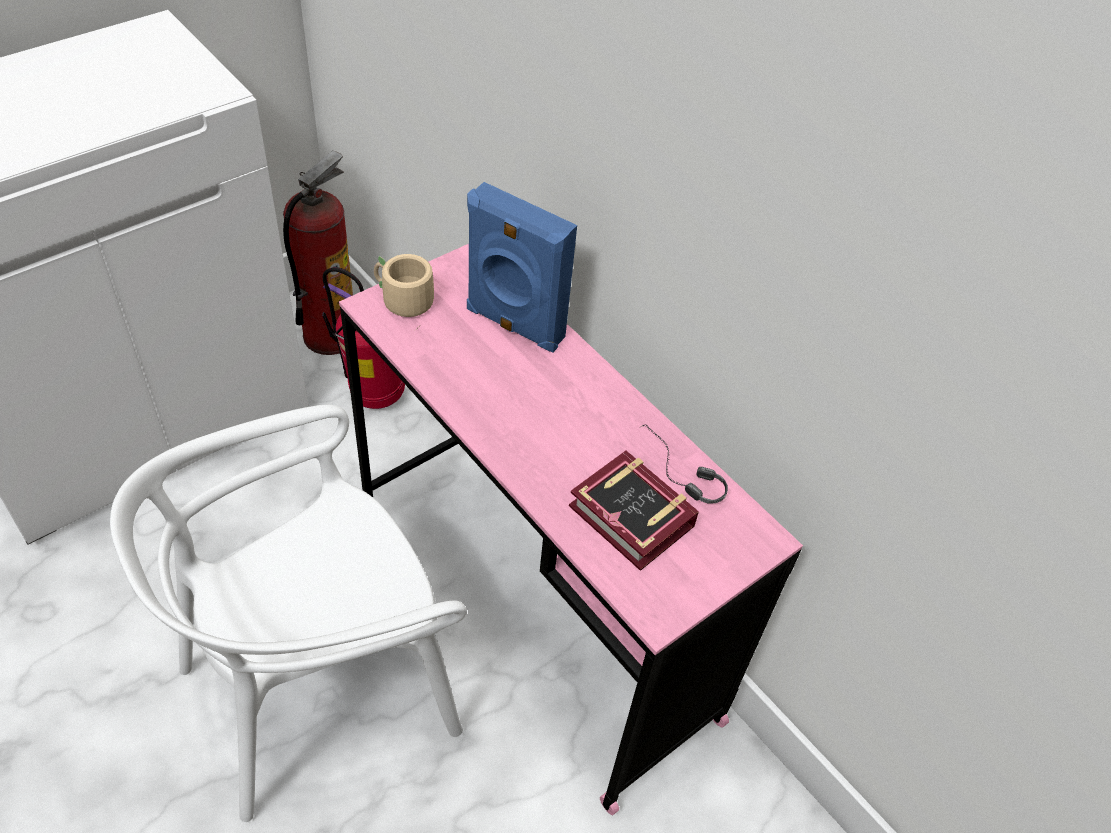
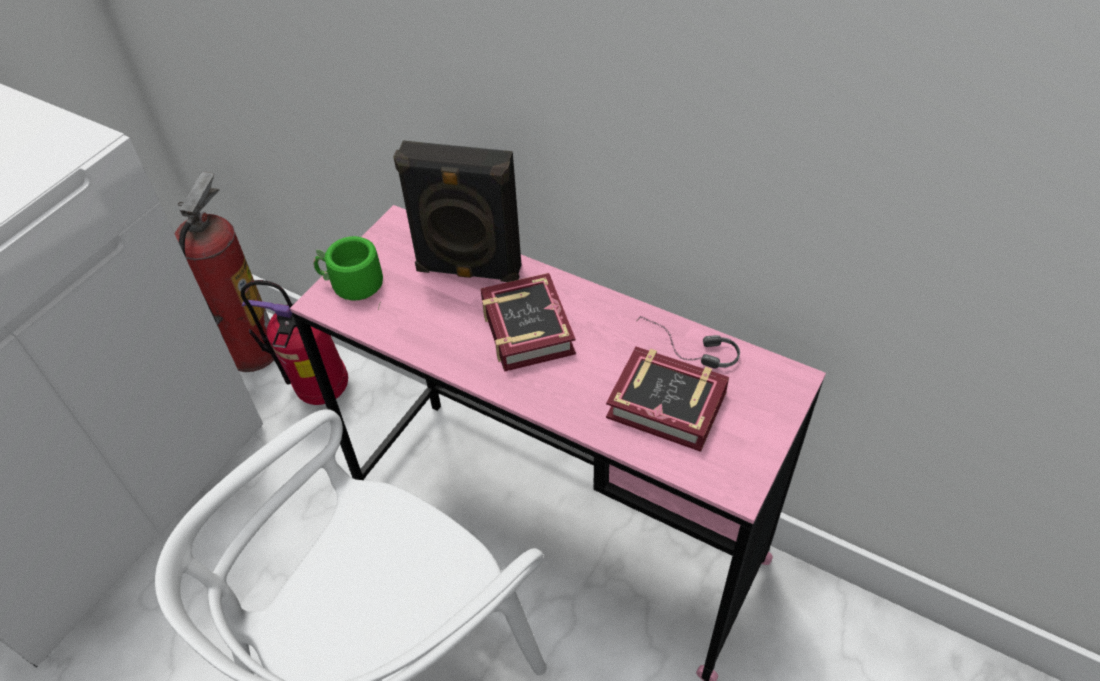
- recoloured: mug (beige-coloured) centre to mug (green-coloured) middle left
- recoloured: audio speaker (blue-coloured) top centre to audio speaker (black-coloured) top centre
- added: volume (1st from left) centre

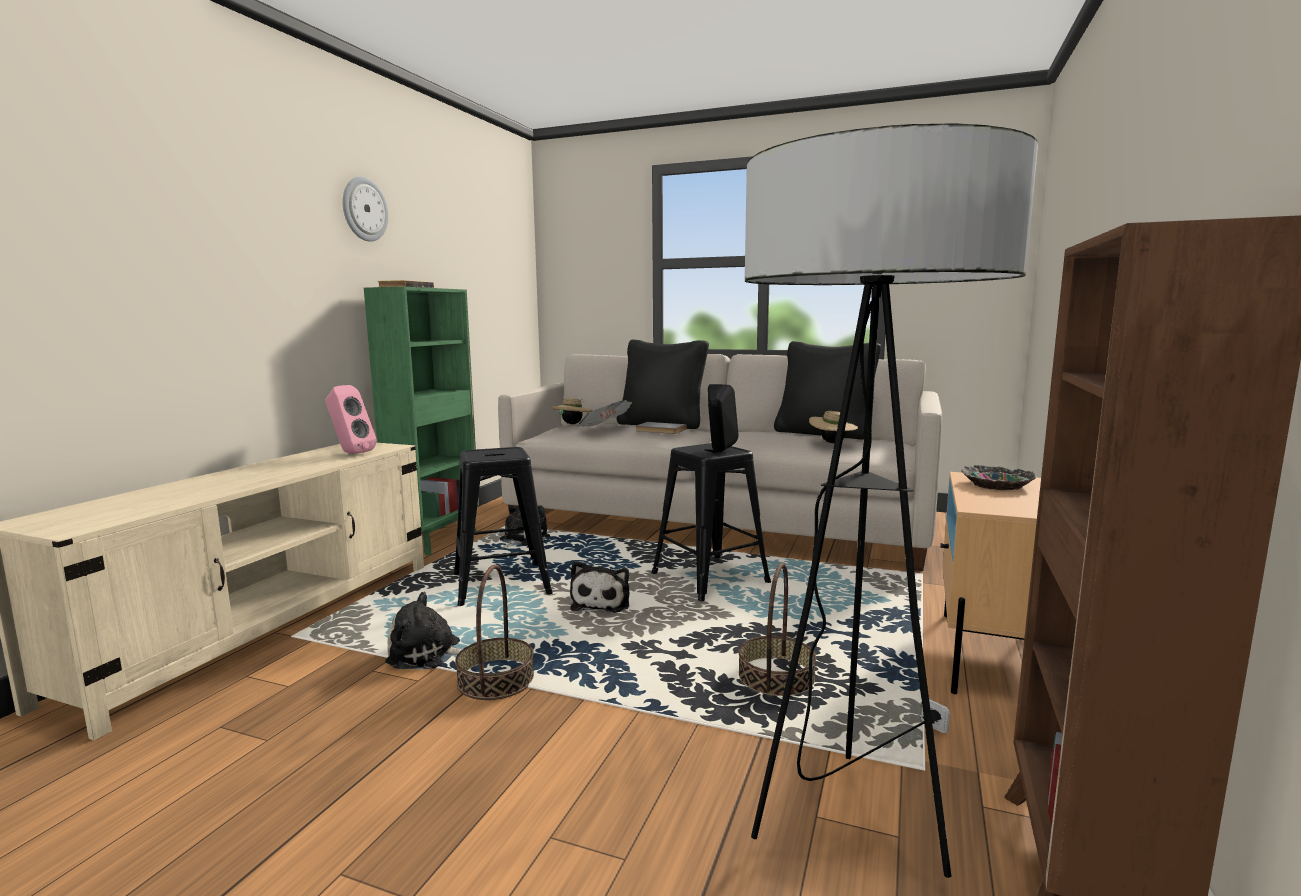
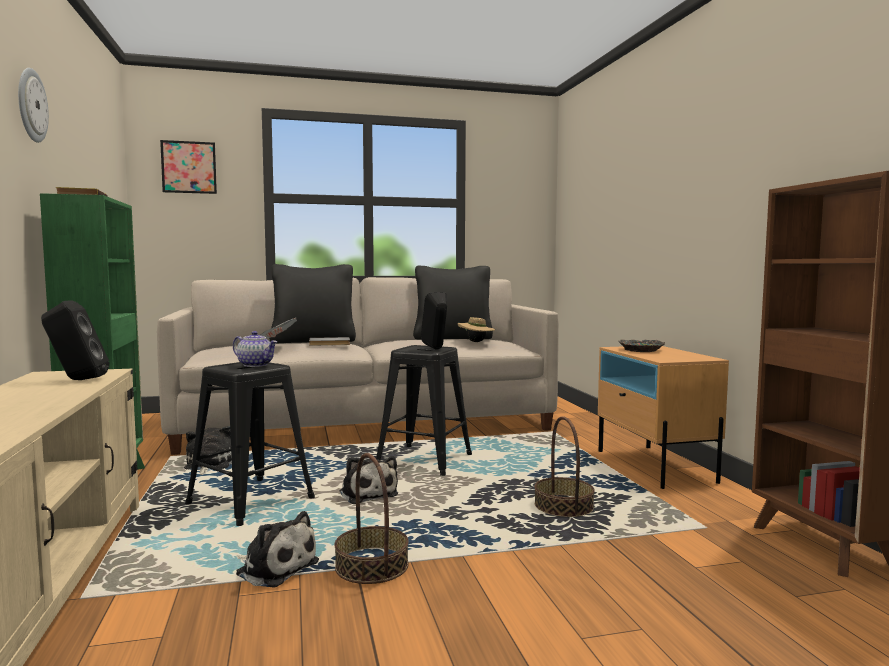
- recoloured: audio speaker (pink-coloured) middle left to audio speaker (black-coloured) (1st from left) middle left
- turned: soft toy (1st from left in the first image) bottom left = bottom left 120 degrees counterclockwise
- removed: wearable hat (beige-coloured) (1st from left) centre
- removed: floor lamp middle right
- added: wall picture top left
- added: tea pot middle left

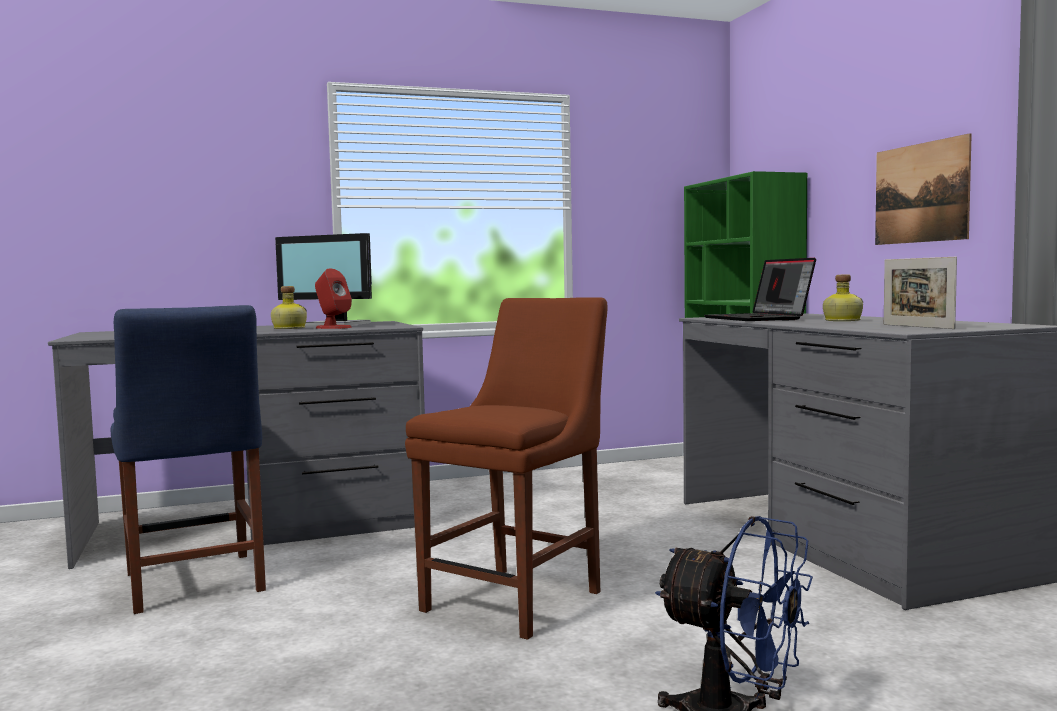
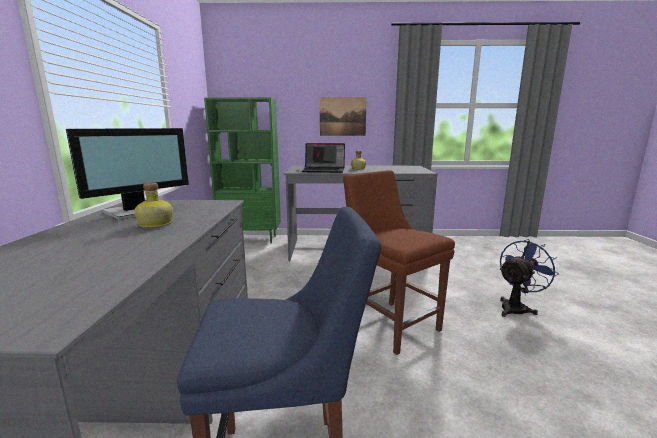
- removed: audio speaker (red) middle left
- removed: standing frame middle right

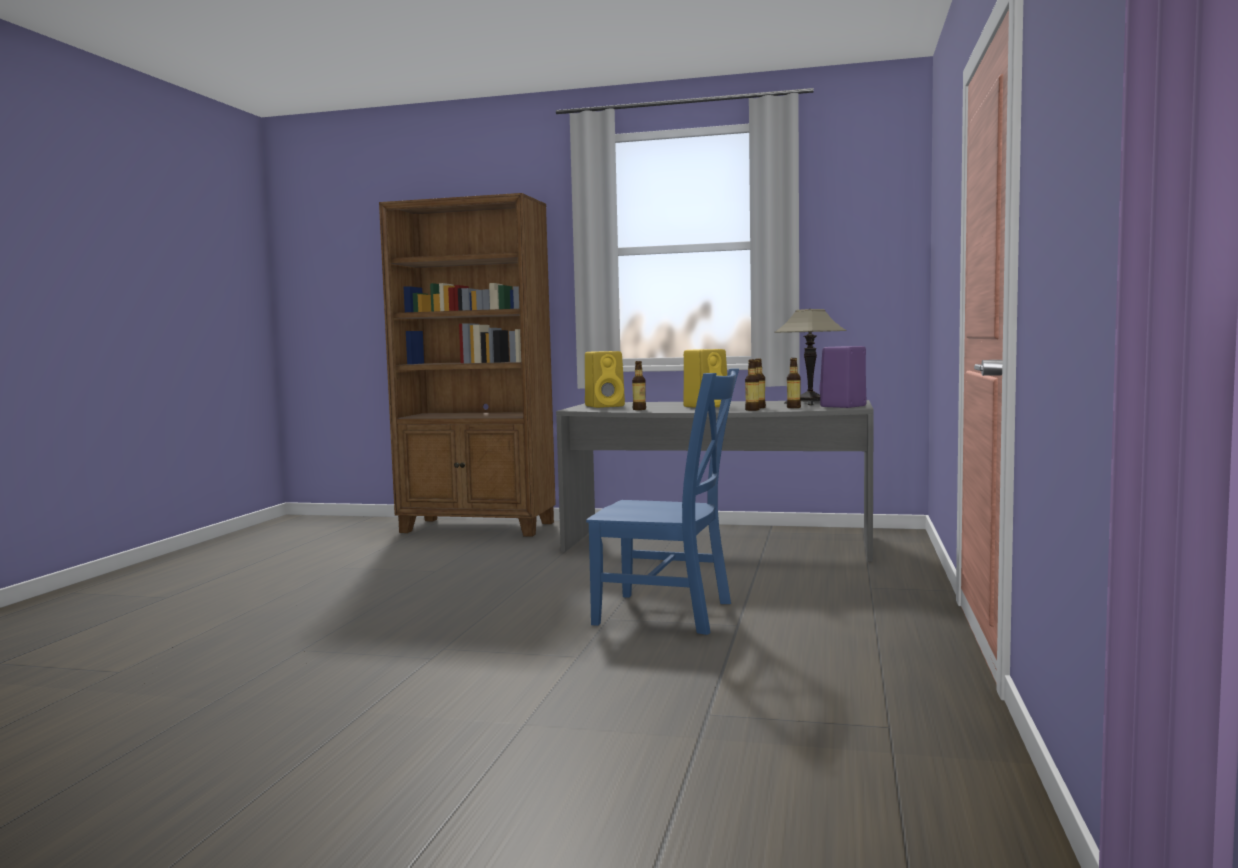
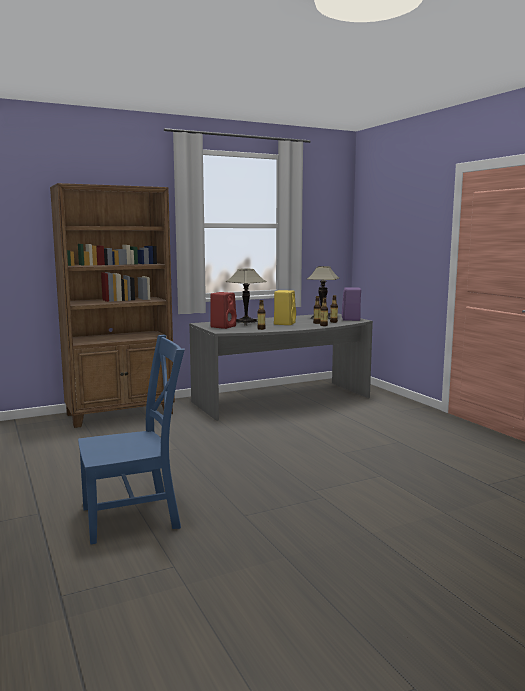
- recoloured: audio speaker (yellow-coloured) (1st from left) centre to audio speaker (red) centre
- moved: plain chair (blue-coloured) centre to middle left
- added: tabletop lamp (1st from left) centre

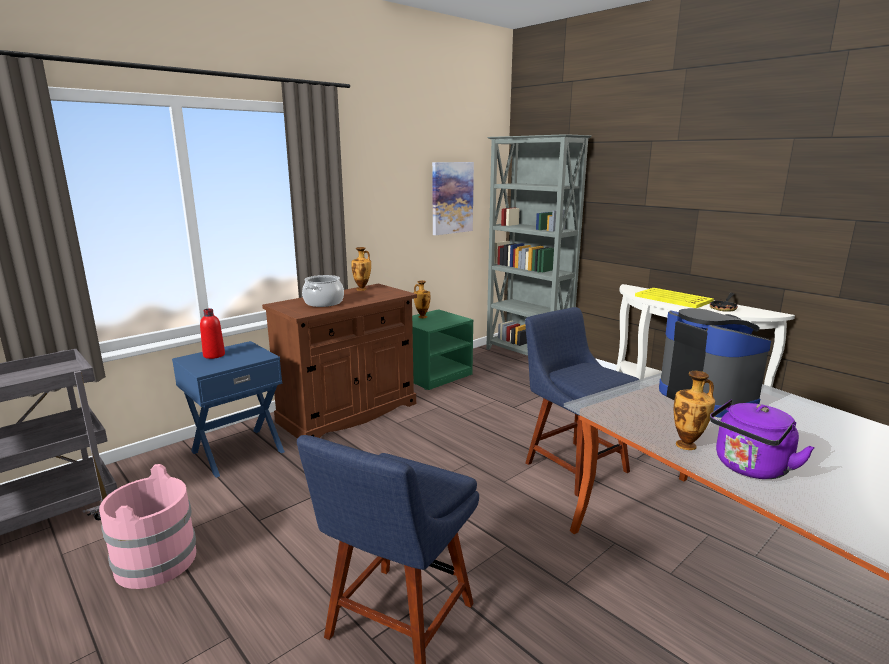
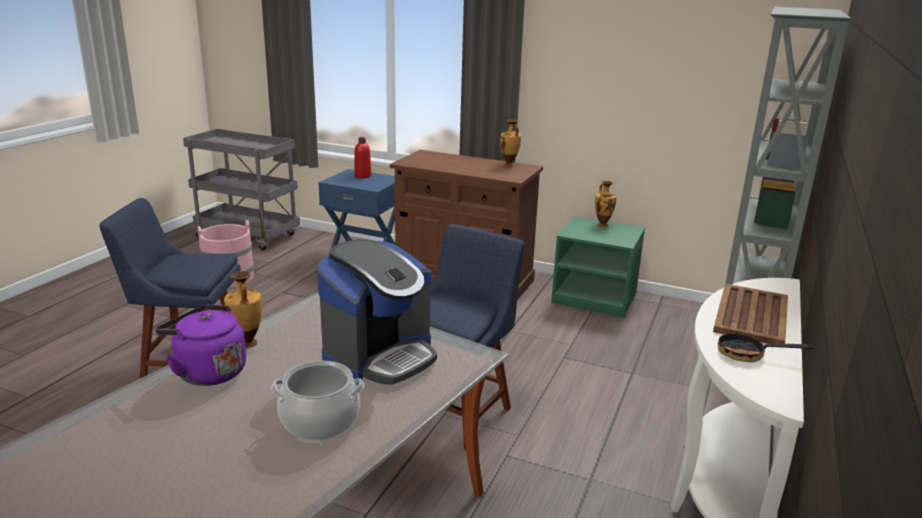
- moved: cooking pot centre to bottom centre
- removed: wall picture top centre
- recoloured: serving tray (yellow-coloured) middle right to serving tray (brownish) middle right

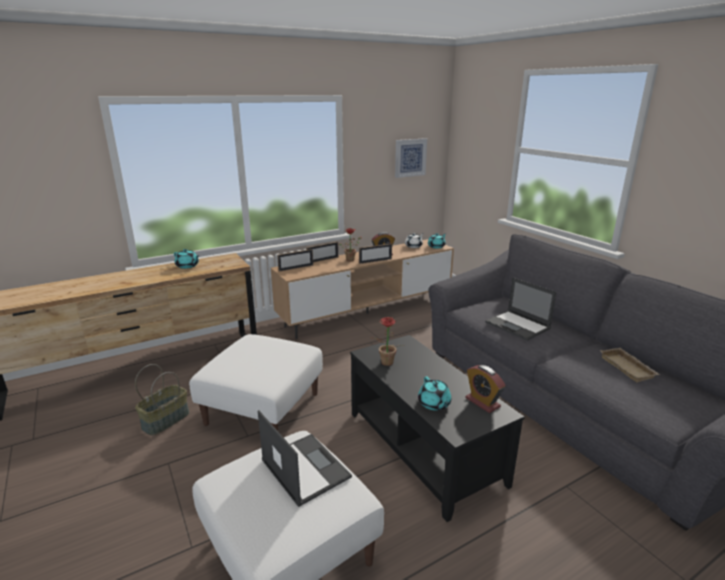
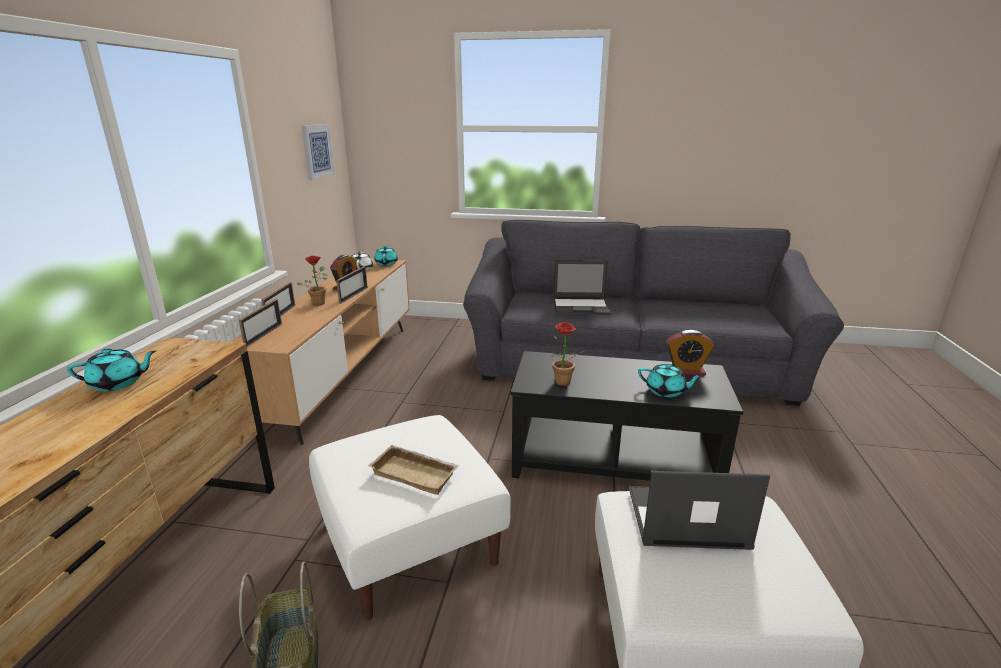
- moved: serving tray (beige-coloured) middle right to bottom centre

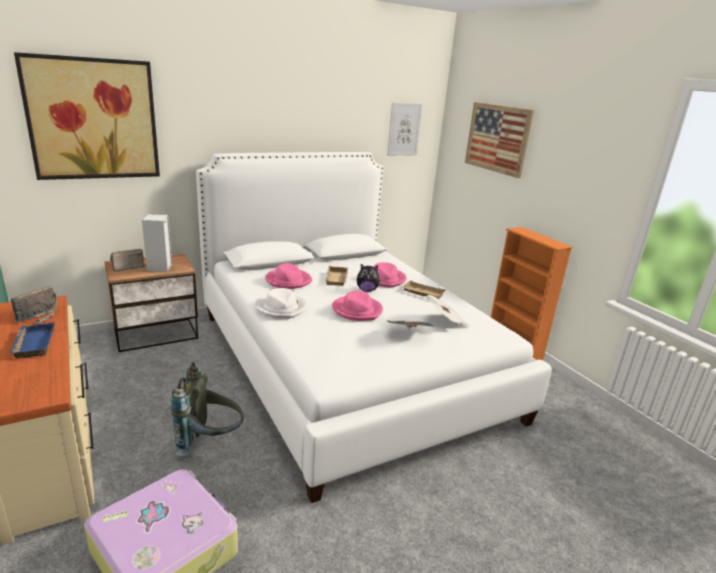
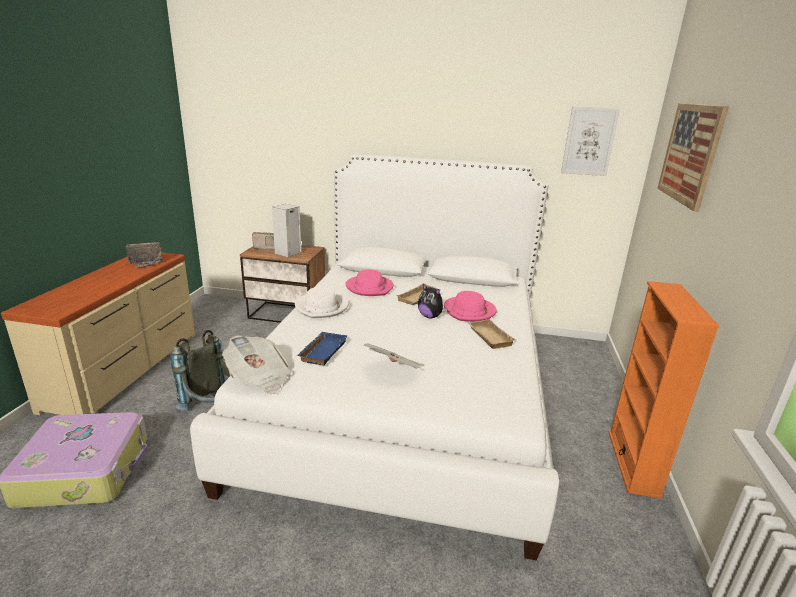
- moved: serving tray (blue-coloured) middle left to centre
- removed: wall picture (1st from left) top left
- removed: wearable hat (pink-coloured) (2nd from left) centre
- moved: newspaper (2nd from left in the first image) centre to newspaper (1st from left) middle left

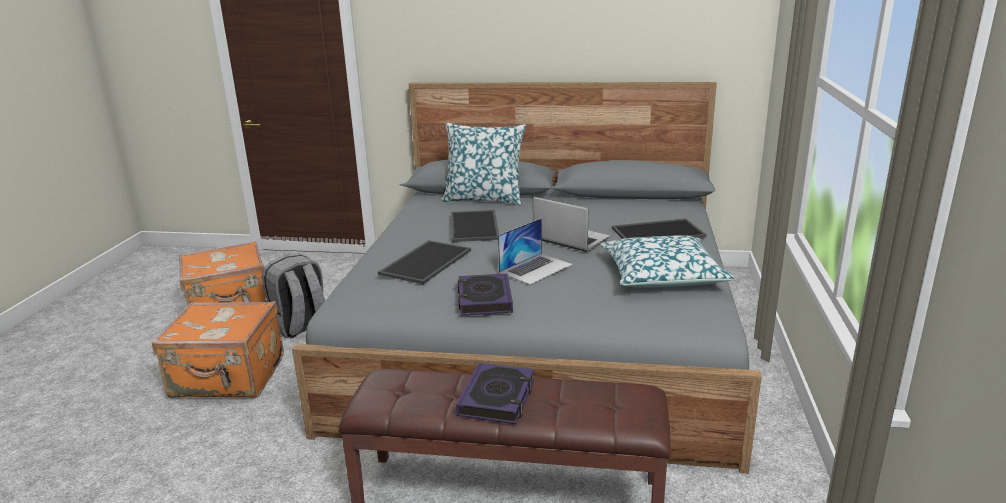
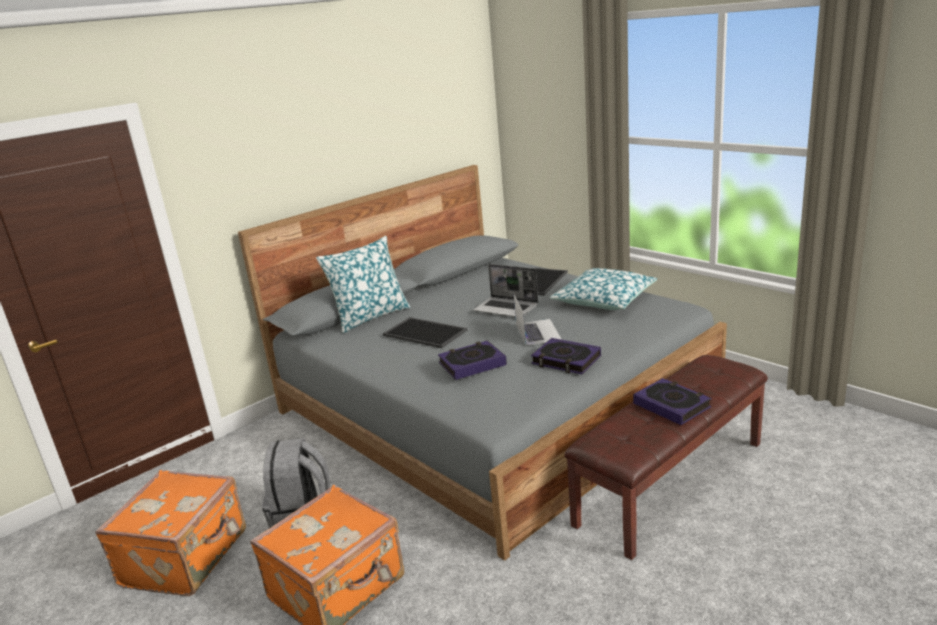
- replaced: serving tray (1st from left) centre to volume (1st from left) centre
- turned: laptop (2nd from left in the first image) centre = centre 135 degrees counterclockwise

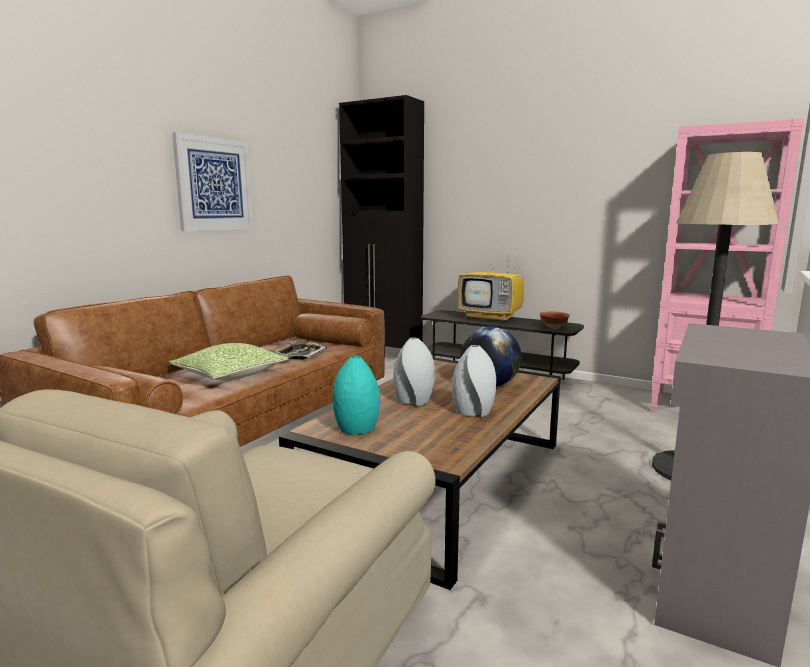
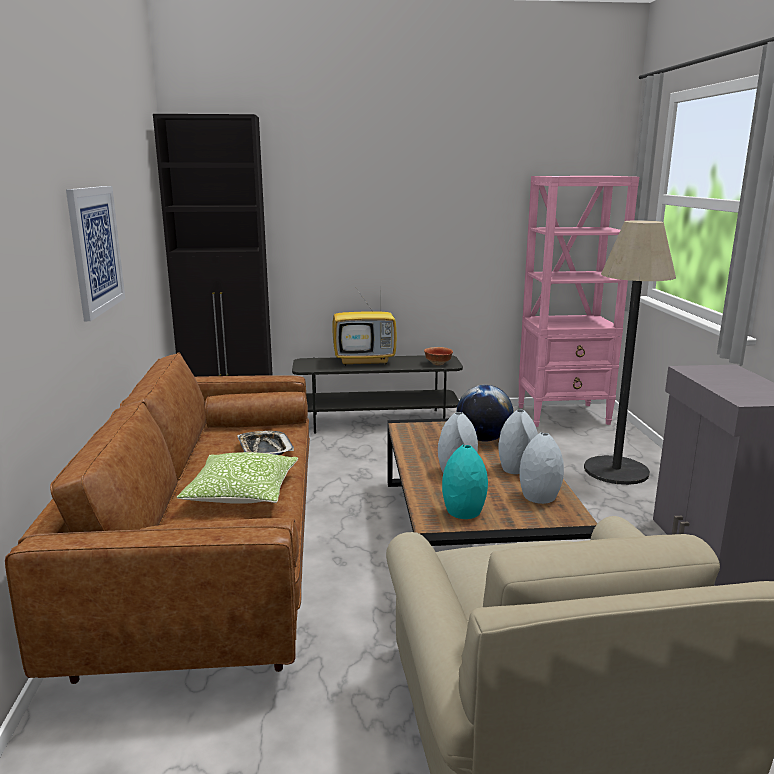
- added: flower vase (greyish) (3rd from left) middle right

